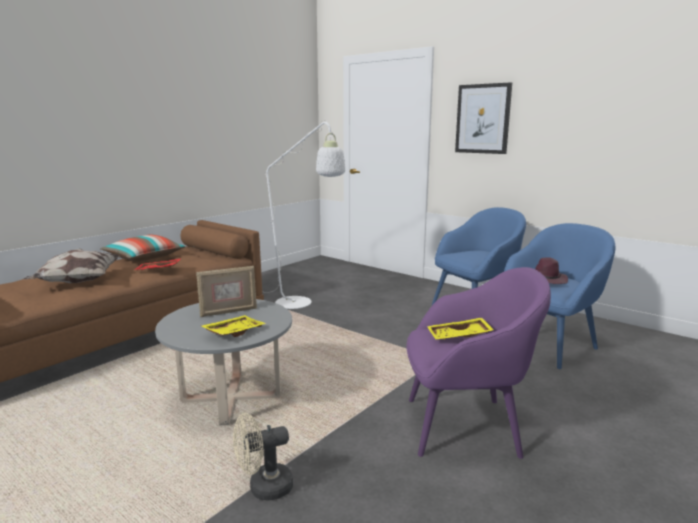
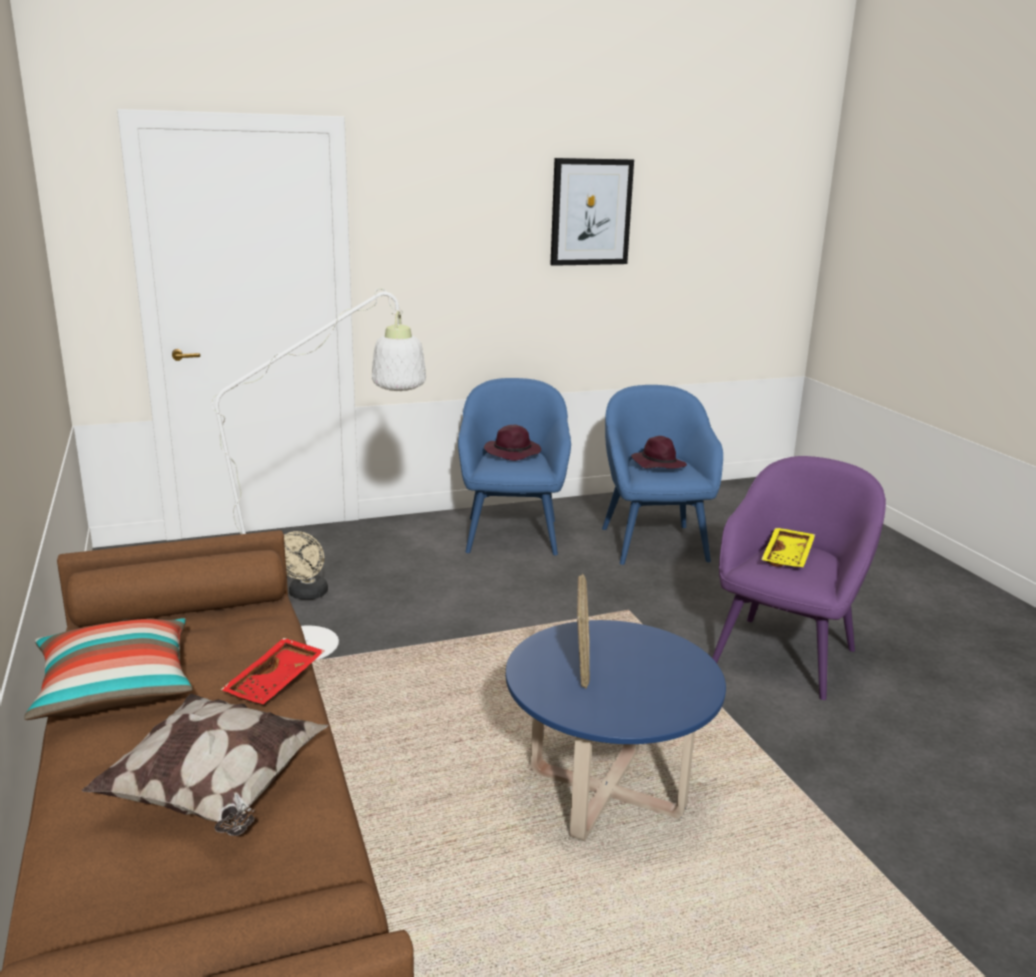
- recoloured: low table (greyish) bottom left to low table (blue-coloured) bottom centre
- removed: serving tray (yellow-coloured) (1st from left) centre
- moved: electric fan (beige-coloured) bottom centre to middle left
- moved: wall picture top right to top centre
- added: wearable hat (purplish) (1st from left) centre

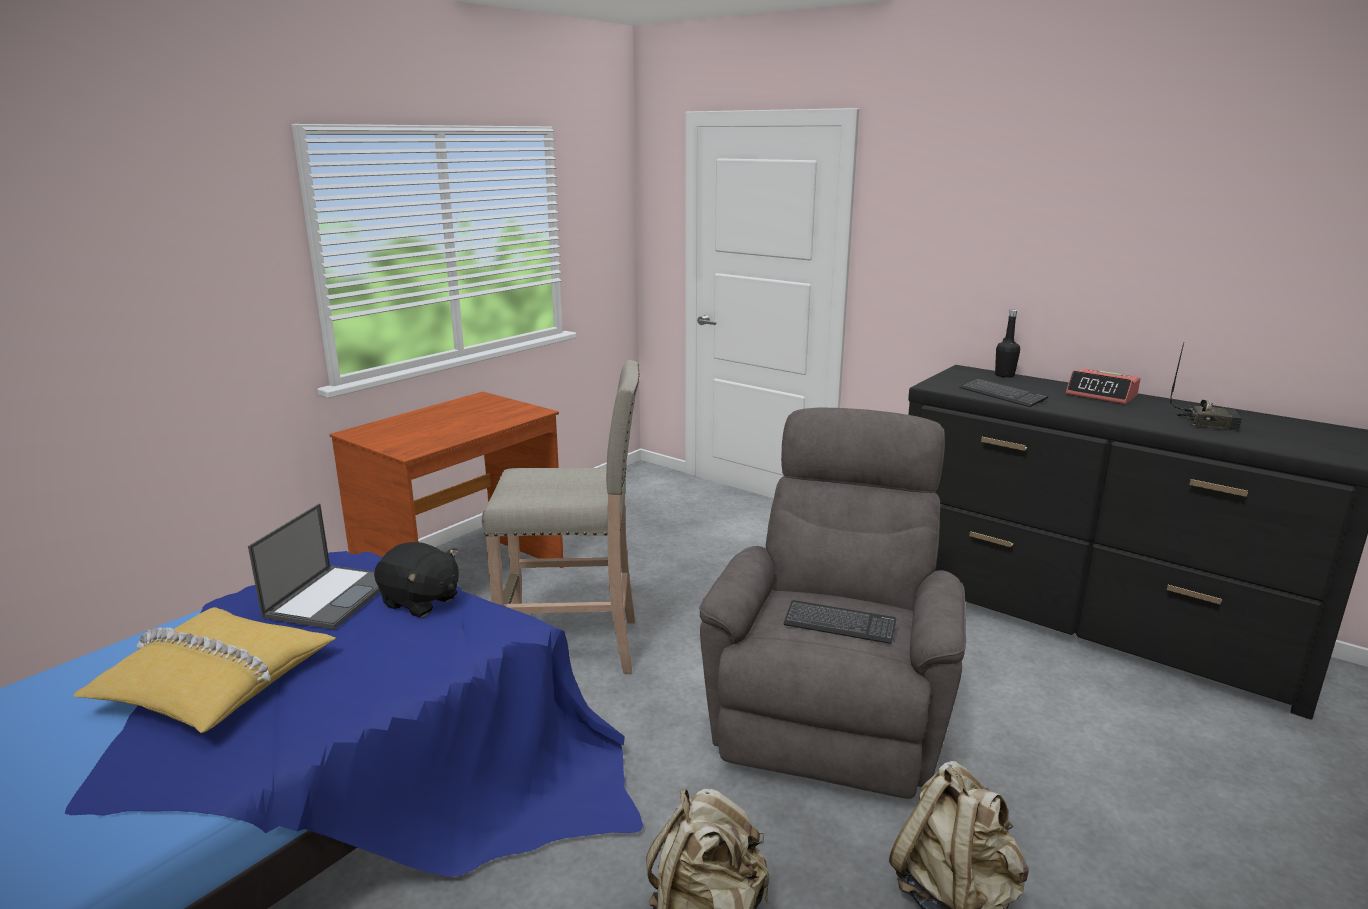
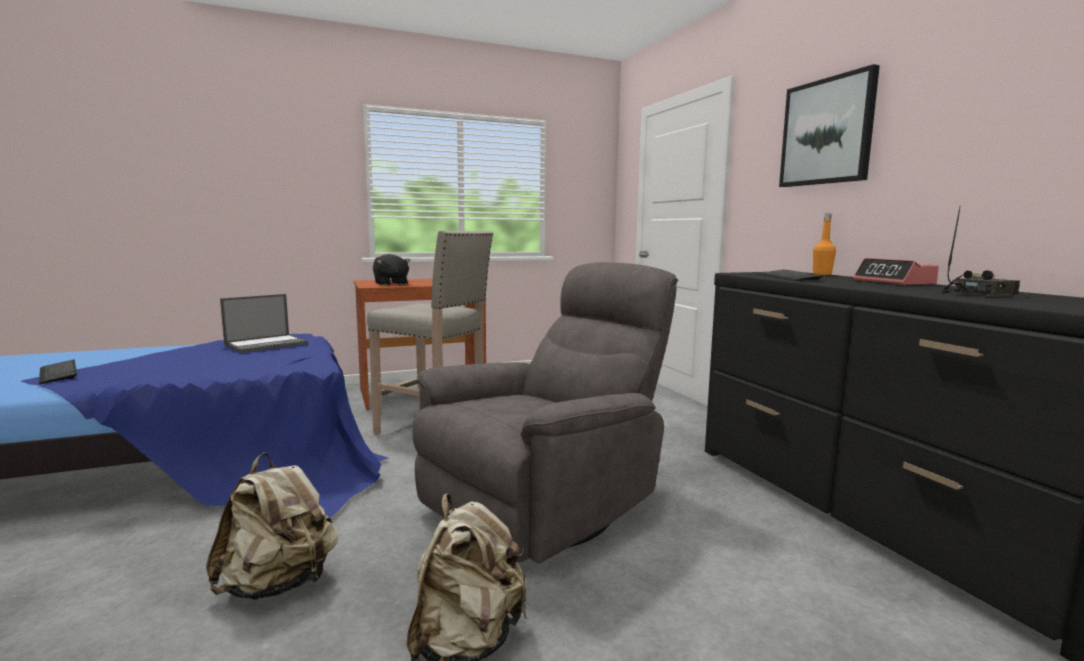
- removed: throw pillow (yellow-coloured) bottom left
- moved: soft toy (black-coloured) middle left to centre
- moved: computer keyboard (1st from left) bottom centre to middle left
- recoloured: drink bottle (black-coloured) middle right to drink bottle (orange) middle right
- turned: radio set middle right = middle right 75 degrees counterclockwise
- added: wall picture top right

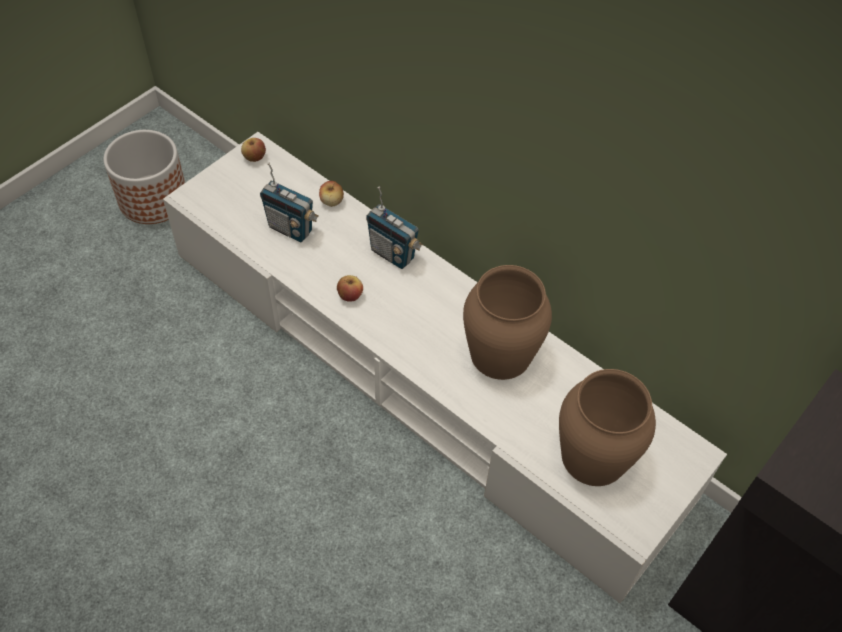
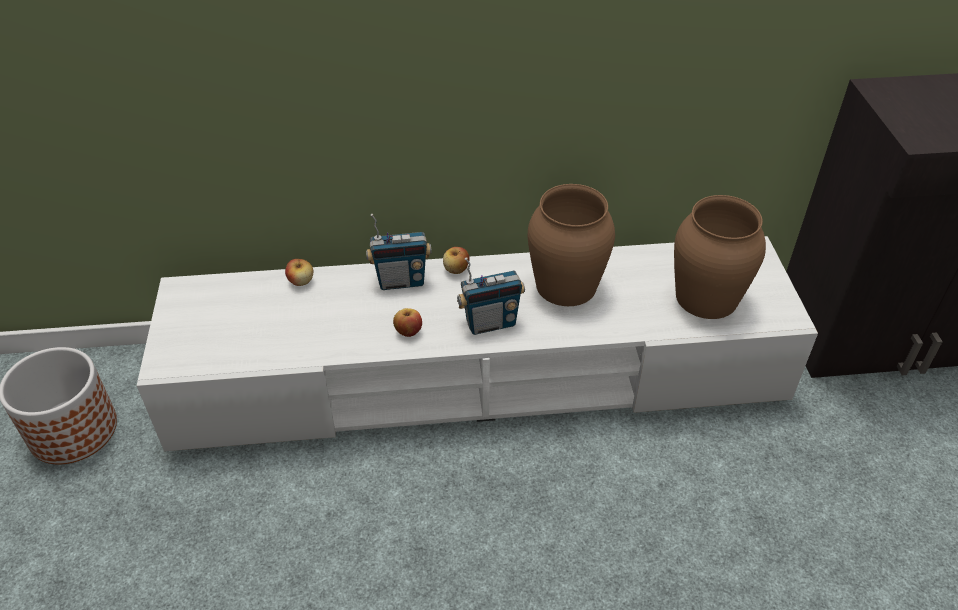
- moved: whole apple (1st from left in the first image) top left to whole apple (3rd from left) centre
- moved: radio set (1st from left in the first image) top centre to radio set (2nd from left) centre

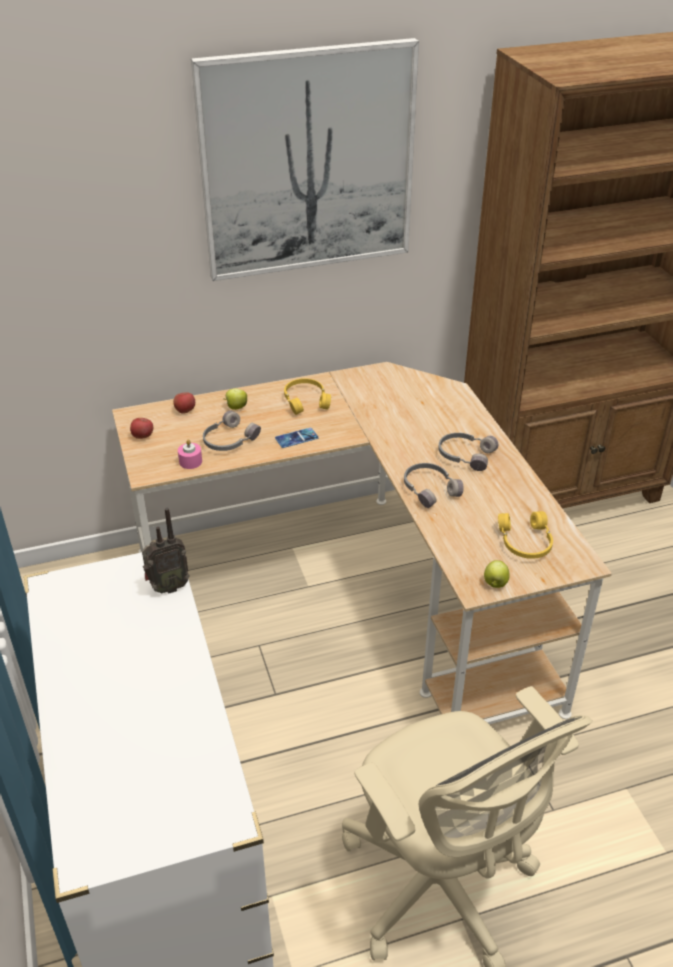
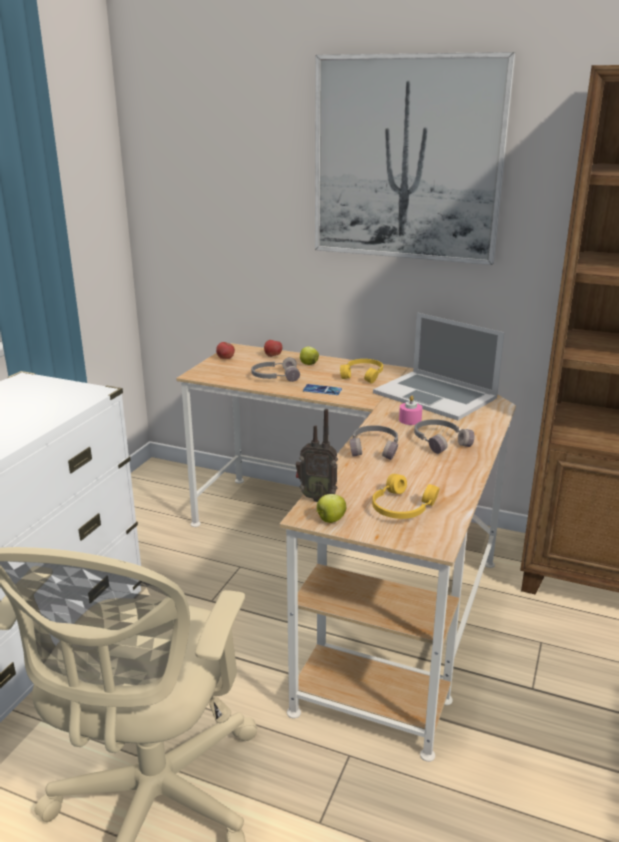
- moved: radio set middle left to centre
- moved: candle (pink-coloured) middle left to centre
- added: laptop middle right

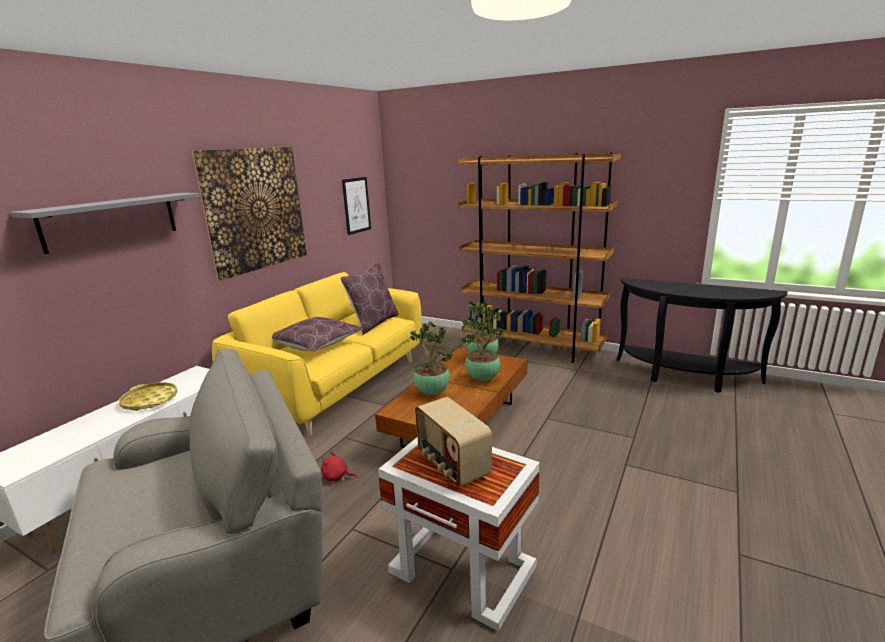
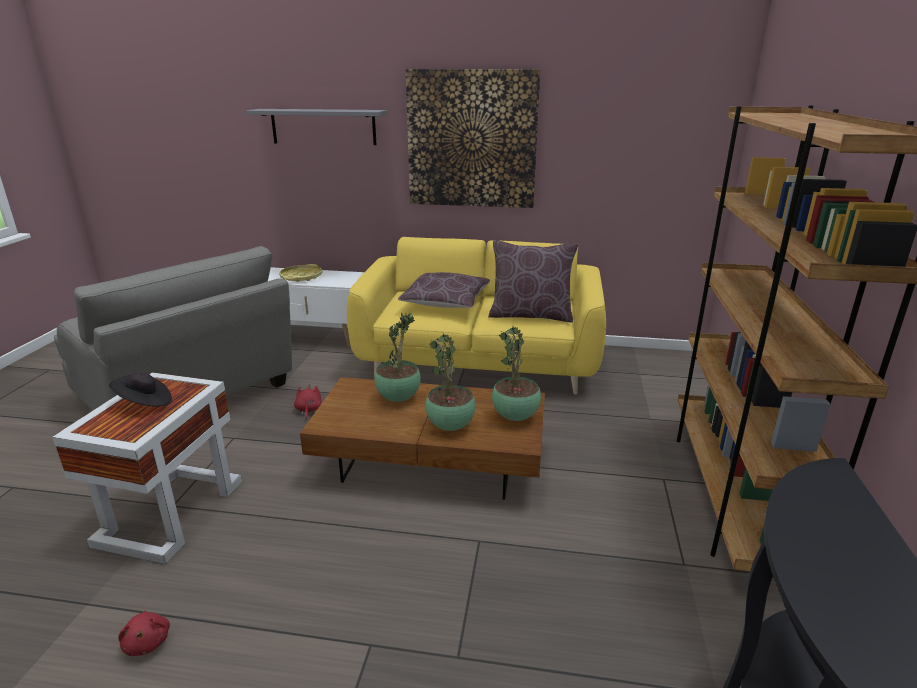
- removed: wall picture (2nd from left) top centre
- replaced: radio set bottom centre to wearable hat (black-coloured) middle left
- added: soft toy (red) (1st from left) bottom left

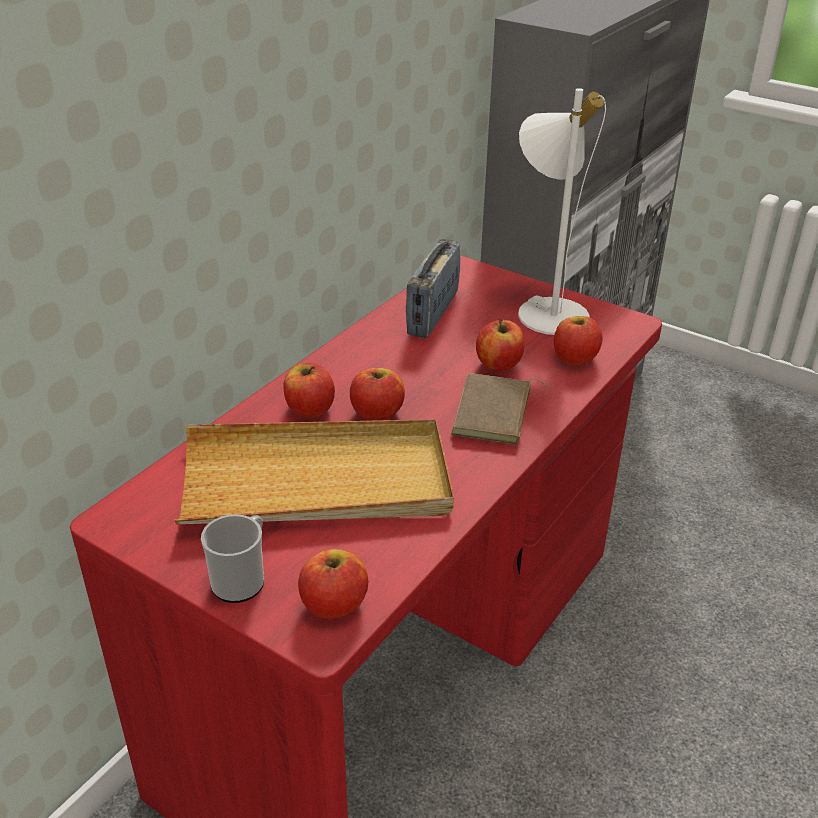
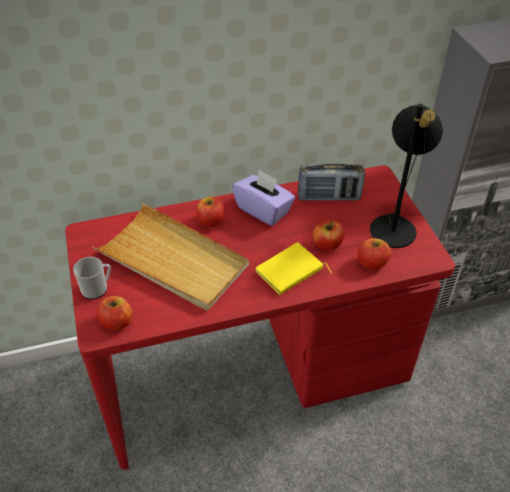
- removed: whole apple (3rd from left) centre
- turned: radio set centre = centre 150 degrees counterclockwise
- recoloured: volume (brownish) centre to volume (yellow-coloured) centre
- recoloured: tabletop lamp (white-coloured) top right to tabletop lamp (black-coloured) middle right
- added: tissue holder (purplish) centre

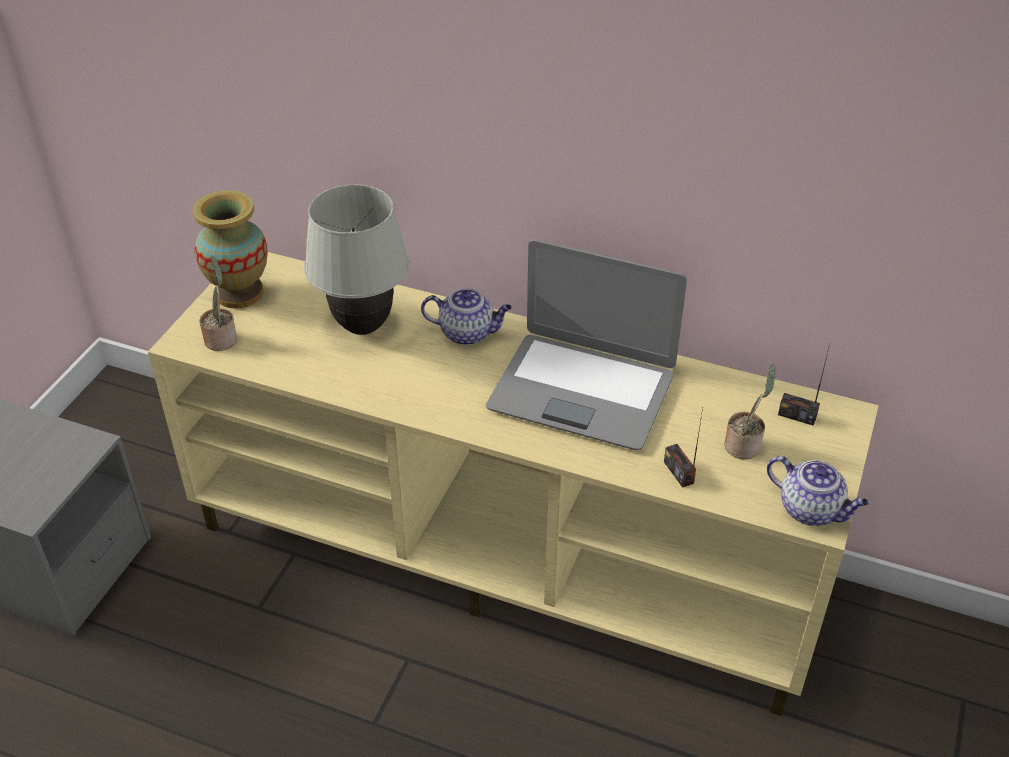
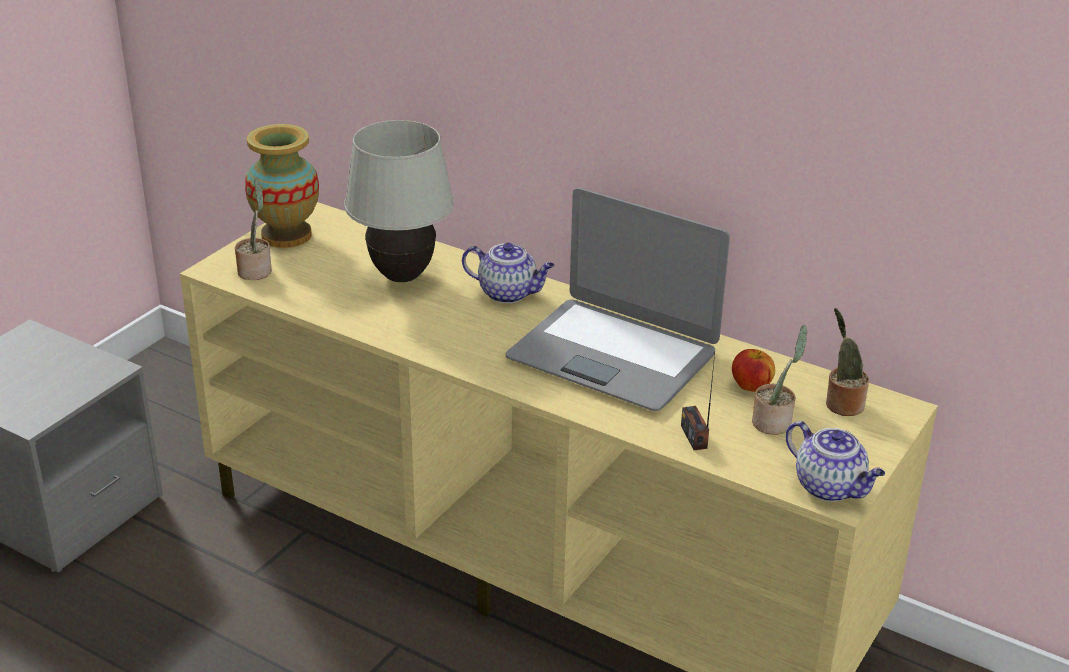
- replaced: radio set (2nd from left) middle right to potted plant (3rd from left) middle right
- added: whole apple middle right

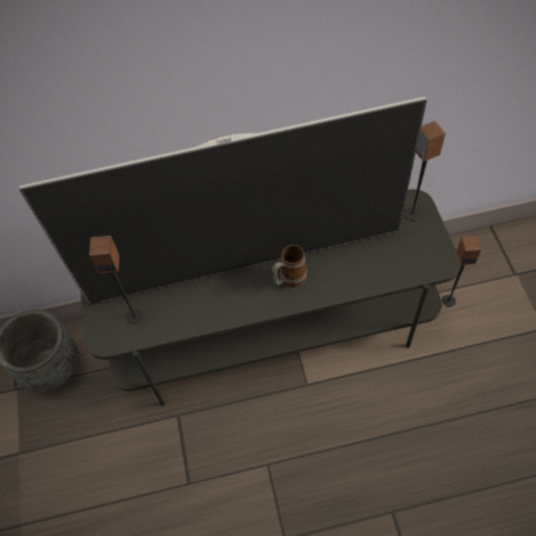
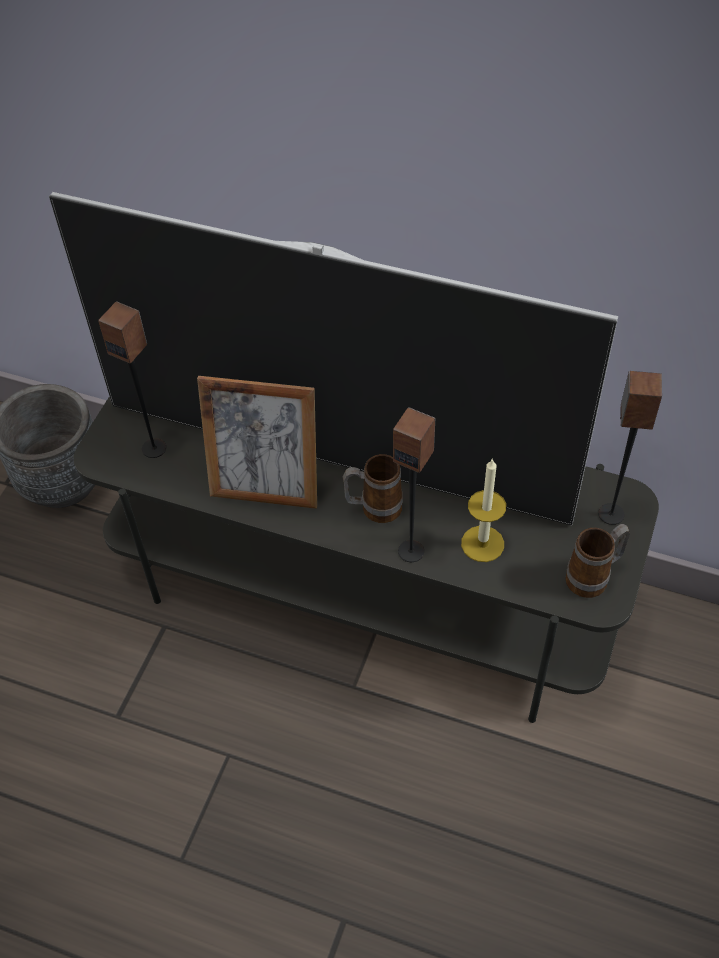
- moved: audio speaker (3rd from left in the first image) middle right to audio speaker (2nd from left) centre
- added: standing frame centre
- added: candle middle right
- added: mug (2nd from left) middle right

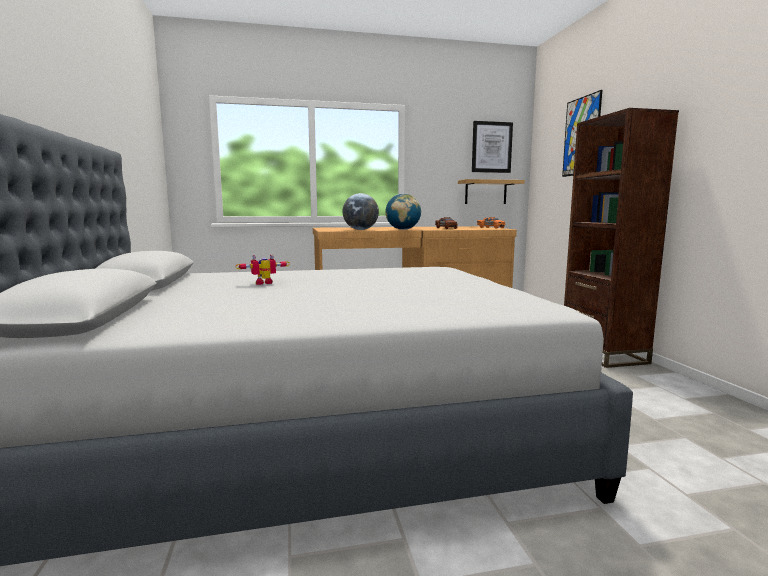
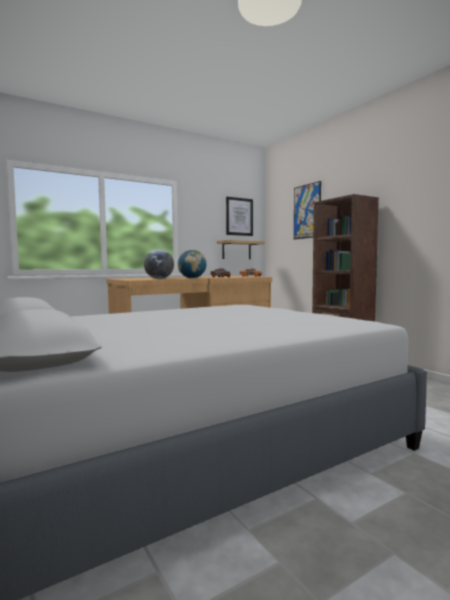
- removed: robot figure centre

